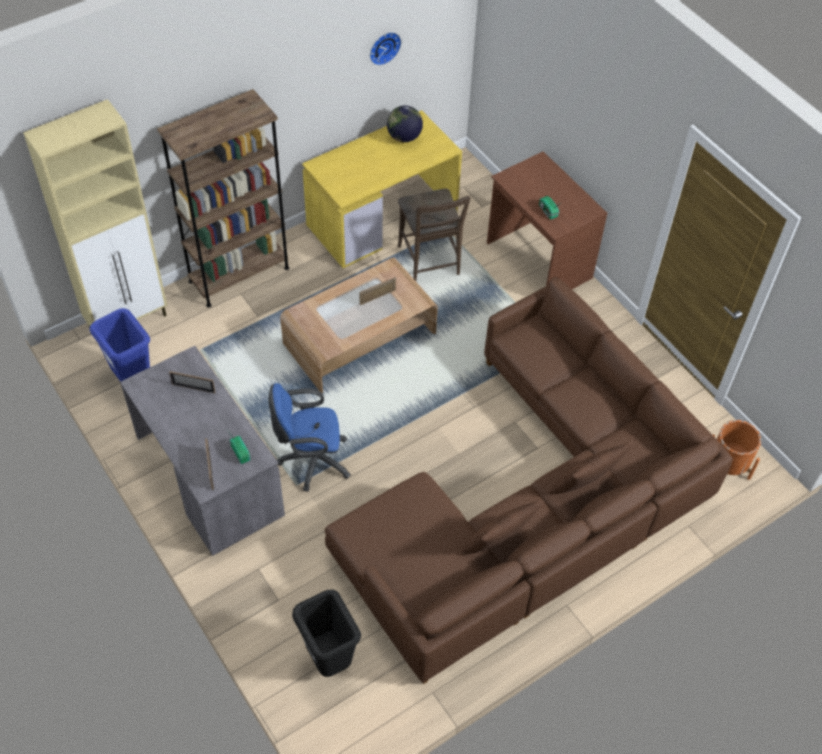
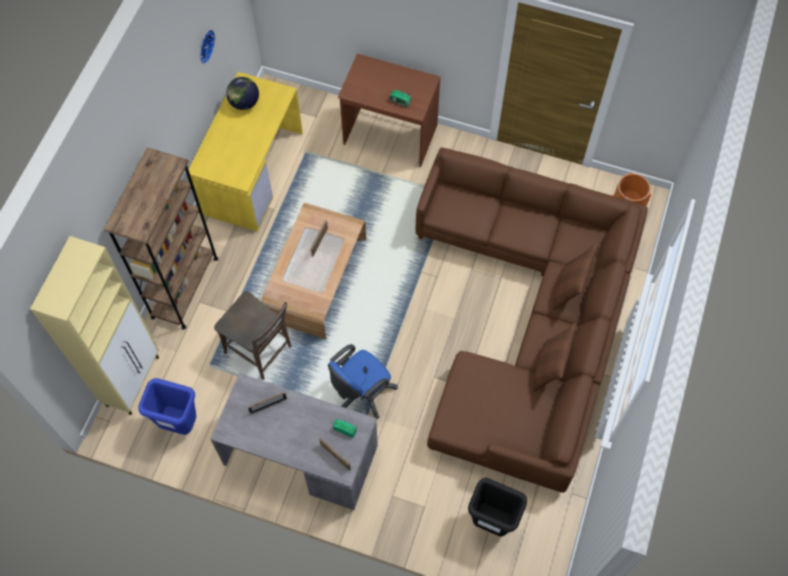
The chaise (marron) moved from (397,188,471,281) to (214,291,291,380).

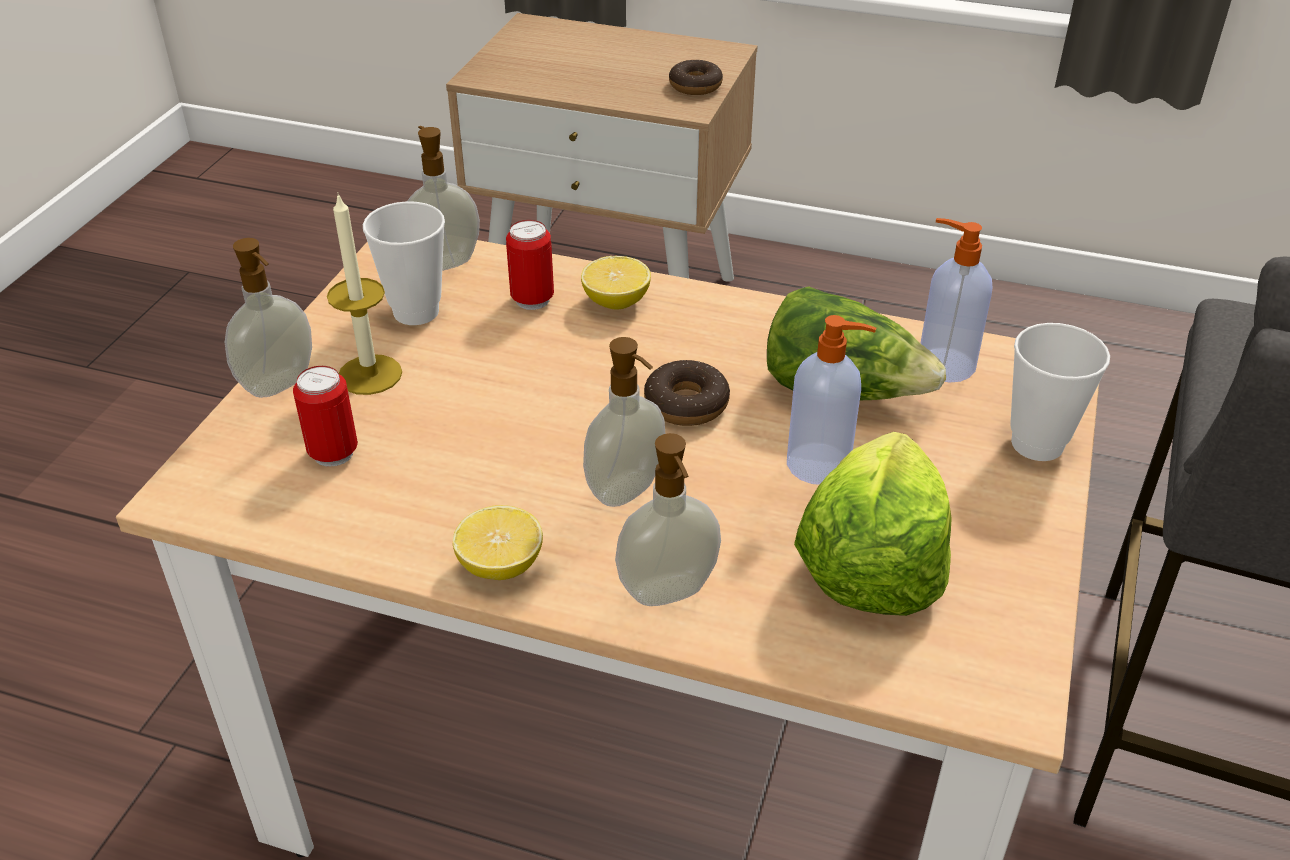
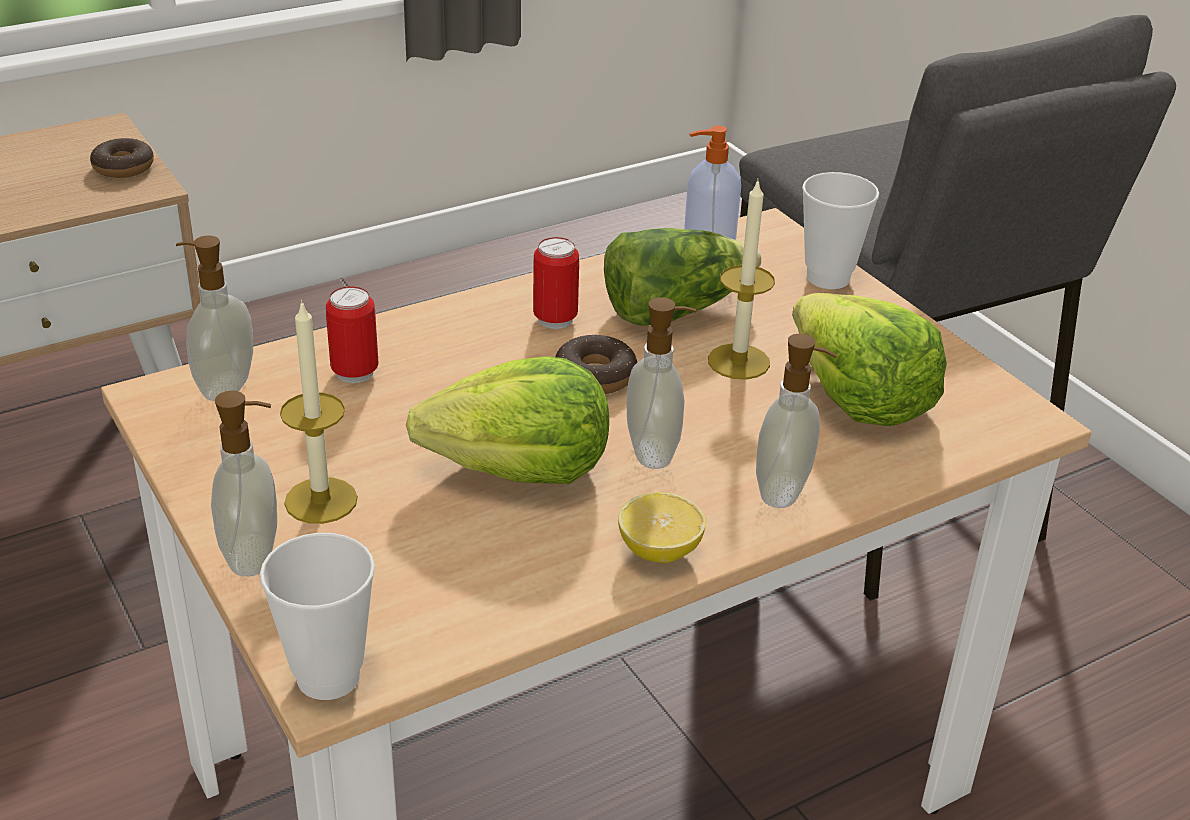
The citron at (581,256,651,310) disappeared. The laitue at (406,356,609,484) appeared. The boîte métallique moved from (293,366,358,467) to (533,237,579,329). The tasse moved from (363,201,445,325) to (260,533,375,700). The distributeur de savon at (787,315,876,485) was replaced by the bougie at (708,178,775,380).

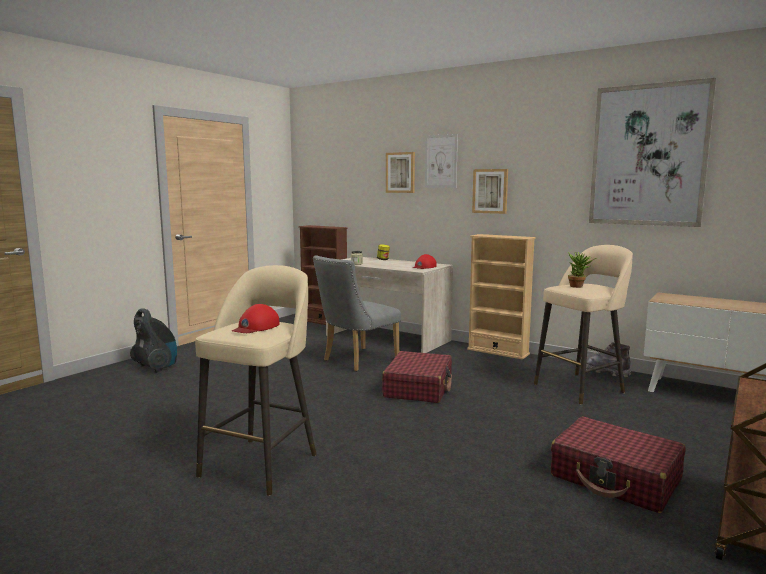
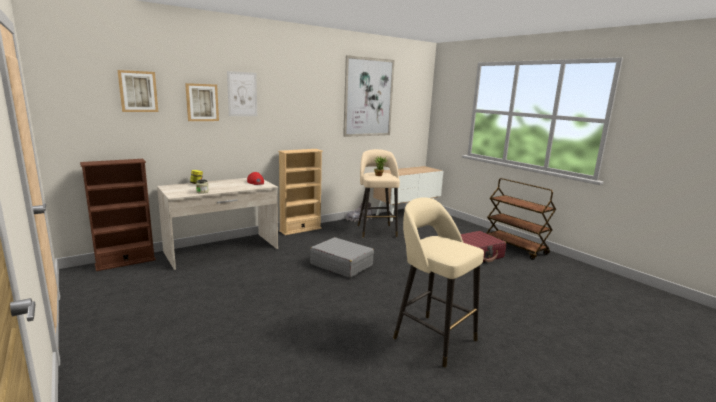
The aspirateur at (130,308,177,373) disappeared. The casquette (rouge) at (232,304,280,333) disappeared. The chaise (gris) at (313,255,401,371) disappeared. The tableau moved from (472,169,508,214) to (118,70,158,112). The valise (rouge) at (382,351,452,403) became the valise (gris) at (310,237,374,278).

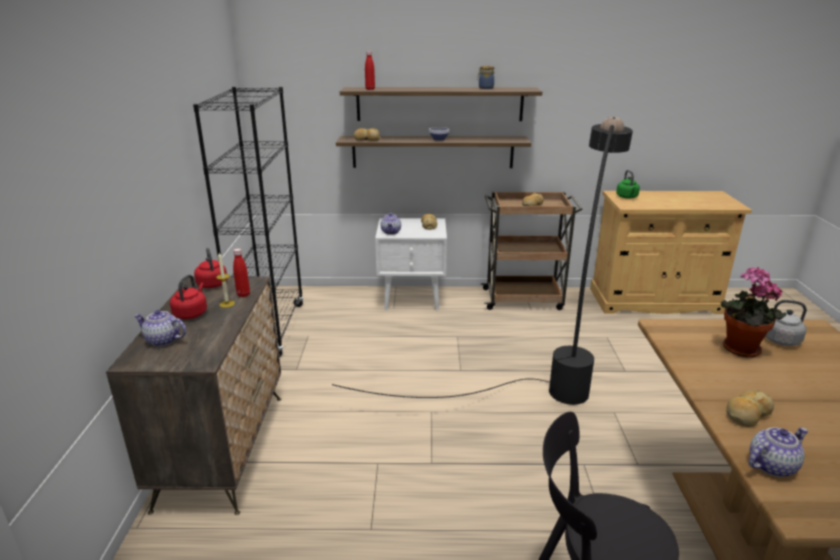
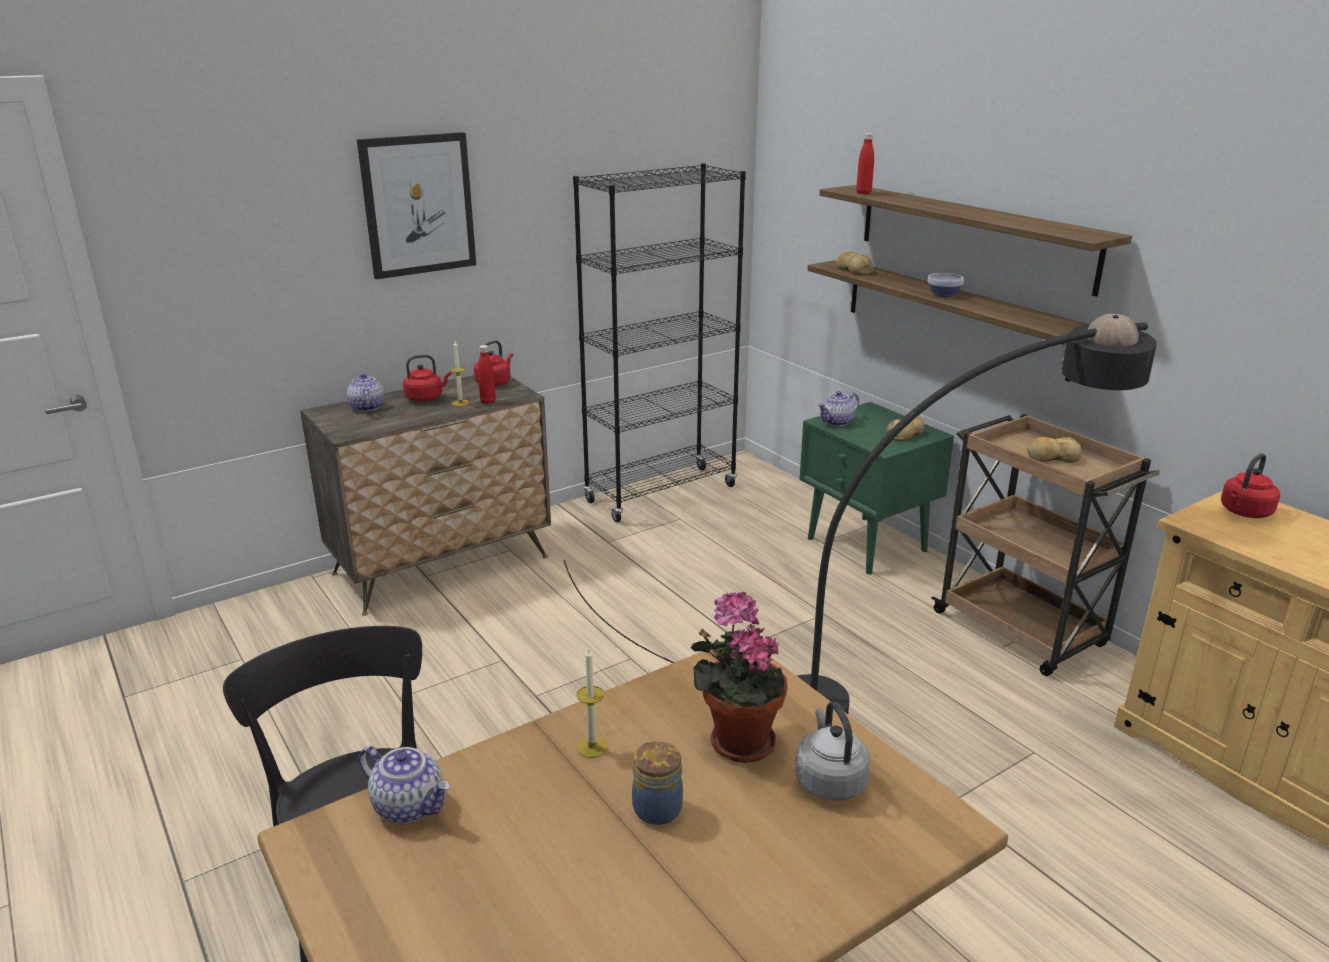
The pain at (726,389,774,427) disappeared. The tableau at (357,132,476,279) appeared. The bougie at (576,647,608,758) appeared. The bocal moved from (477,66,494,89) to (632,742,683,825). The table de chevet (blanc) at (375,218,447,311) became the table de chevet (vert) at (800,402,954,575). The bouilloire (vert) at (616,170,640,199) became the bouilloire (rouge) at (1221,453,1280,518).

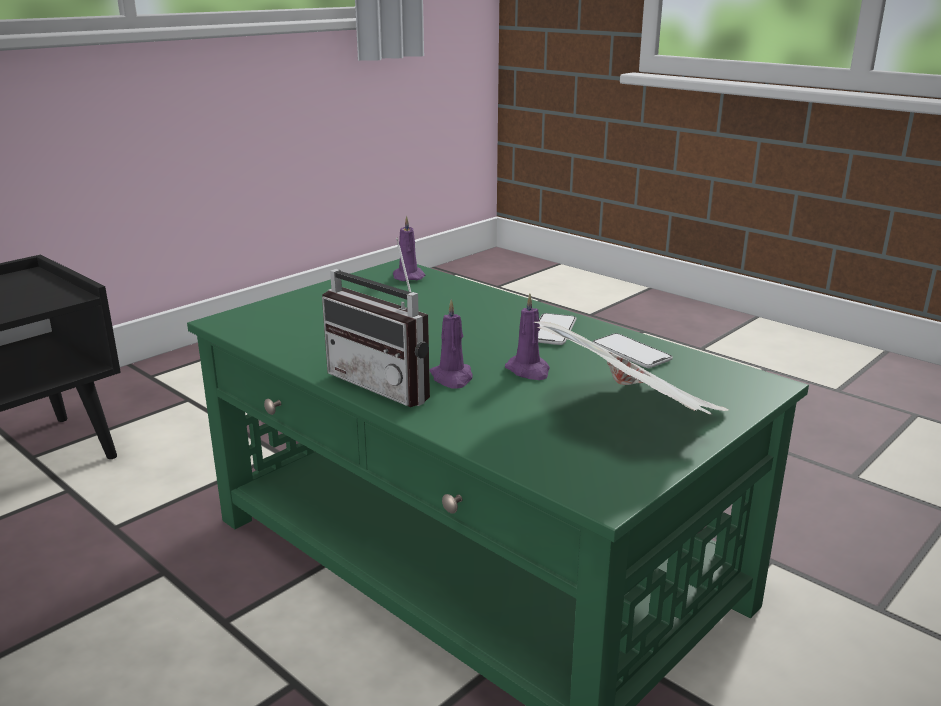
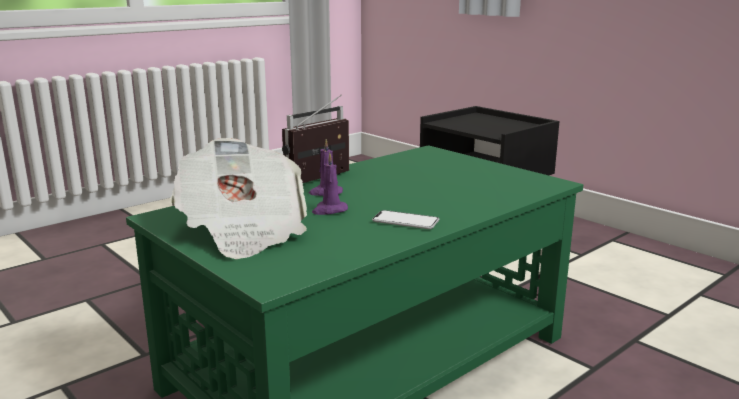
The bougie (violet) at (393,216,425,281) disappeared. The téléphone at (592,333,673,368) disappeared.

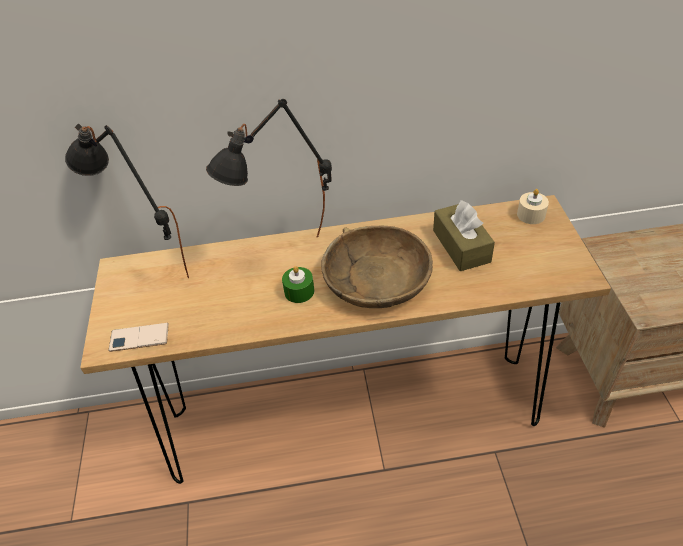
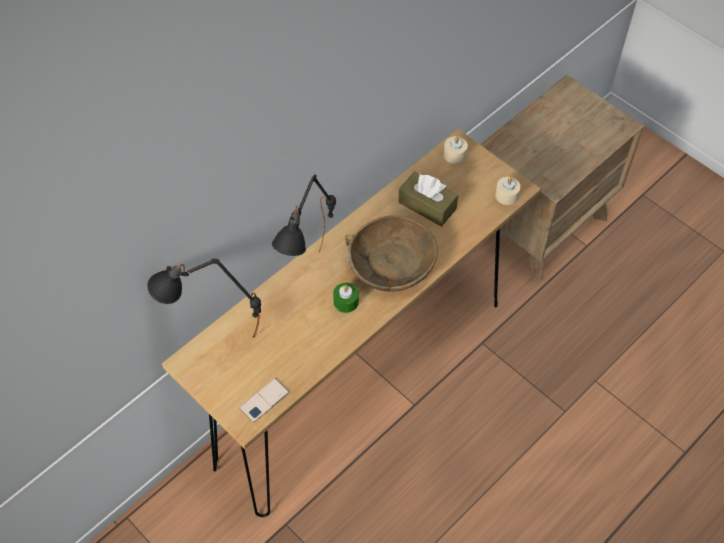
The bougie (beige) at (495,177,521,205) appeared.

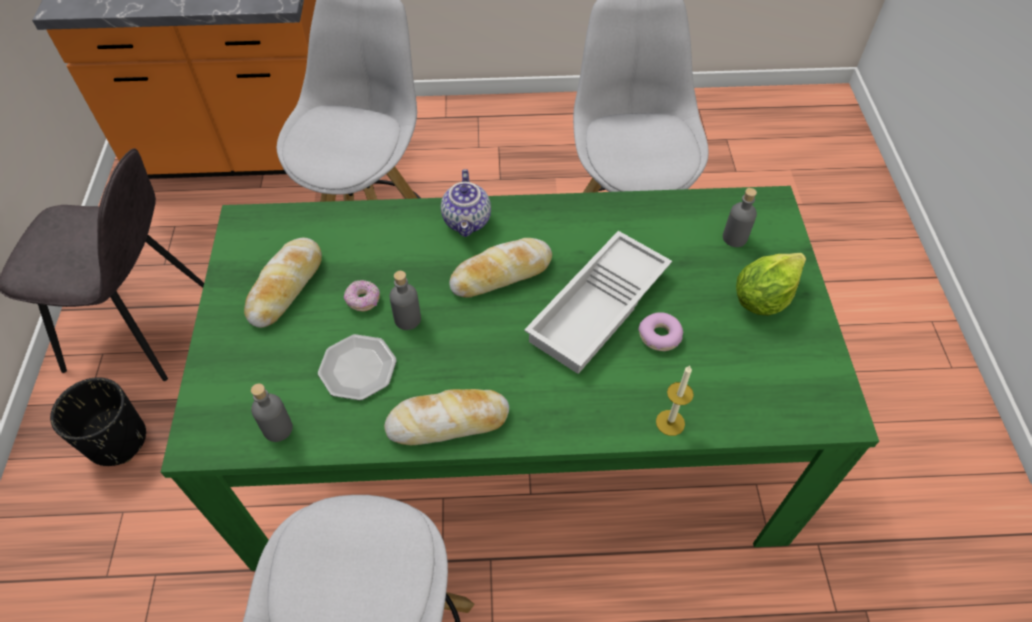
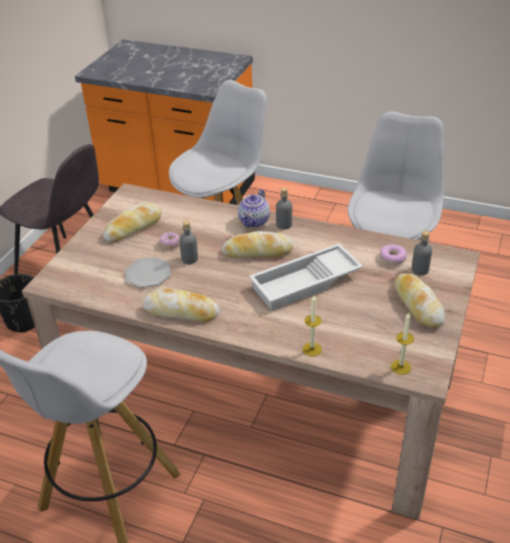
The bougie at (391,313,414,375) appeared. The bouteille (gris) moved from (251,384,293,442) to (276,187,292,230). The beignet moved from (638,312,683,351) to (380,245,407,265). The laitue at (736,253,806,316) was replaced by the pain at (394,273,445,328). The table à manger (vert) at (161,186,879,571) became the table à manger (beige) at (22,183,480,520).

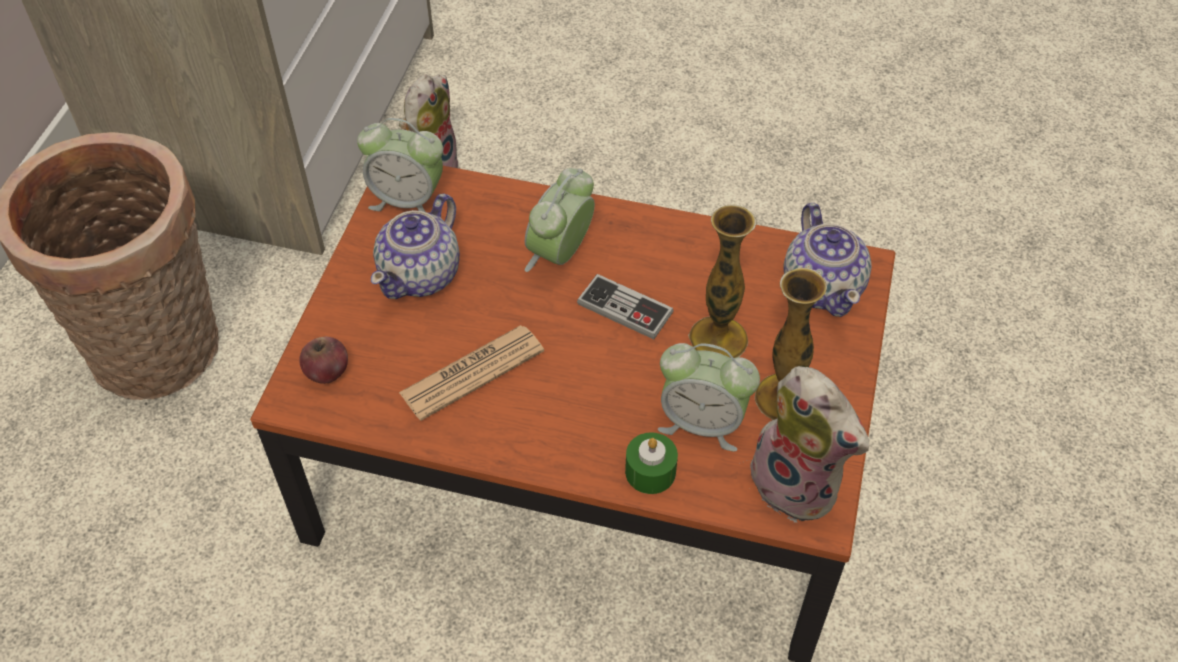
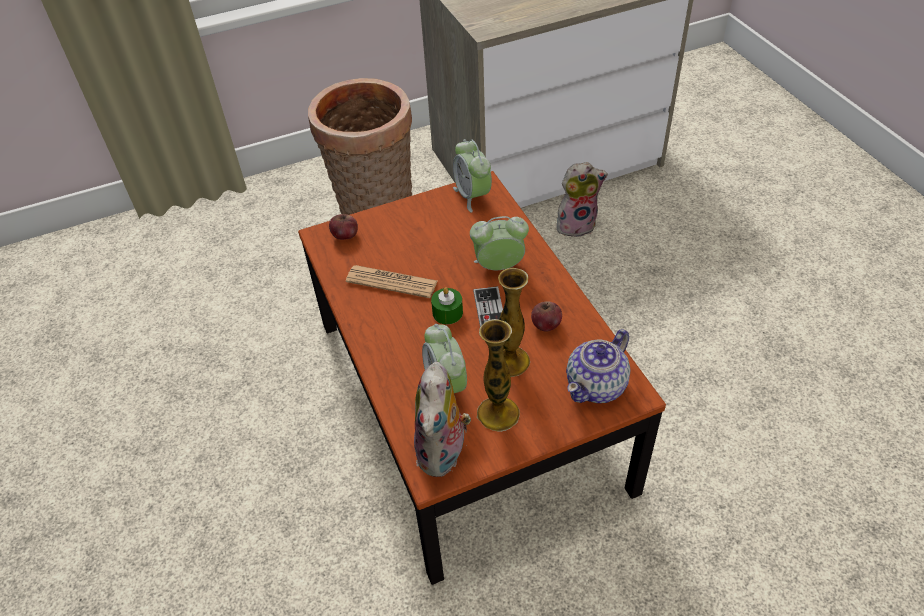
The théière at (371,193,460,299) disappeared. The pomme at (531,301,562,331) appeared. The bougie (vert) moved from (625,432,678,494) to (431,287,463,324).

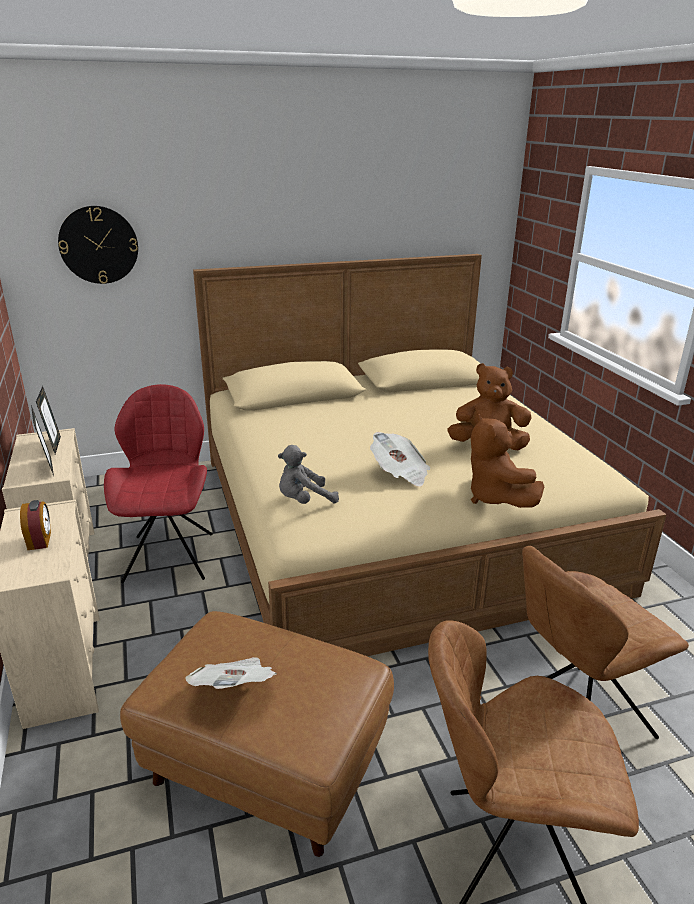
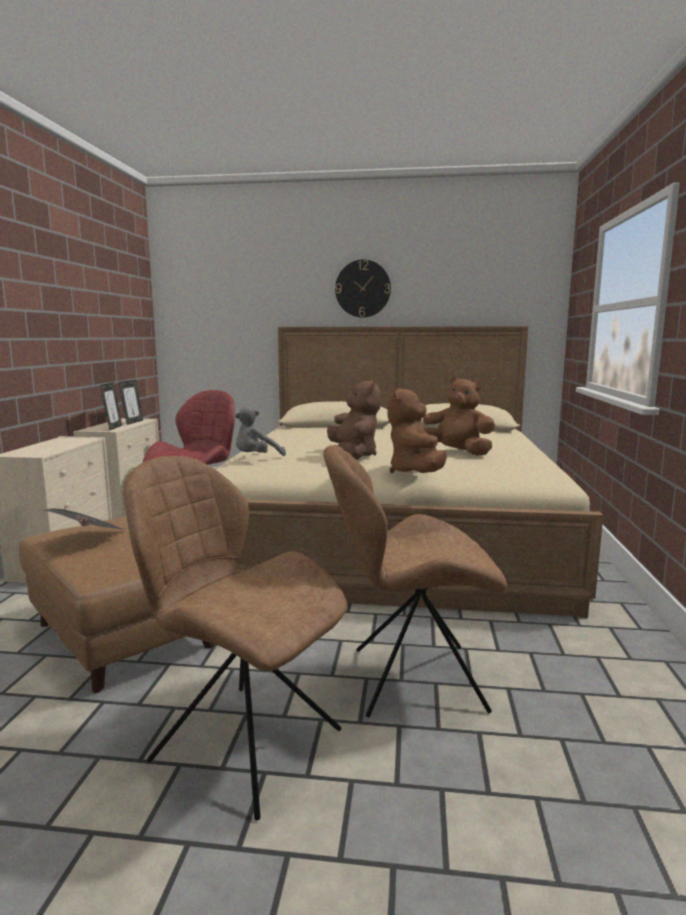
The réveil at (20,500,51,550) disappeared. The horloge murale moved from (58,206,138,284) to (335,260,391,318). The journal at (370,432,430,487) was replaced by the peluche (marron) at (327,379,381,460). The peluche (gris) at (278,445,339,504) turned 45 degrees counterclockwise.

